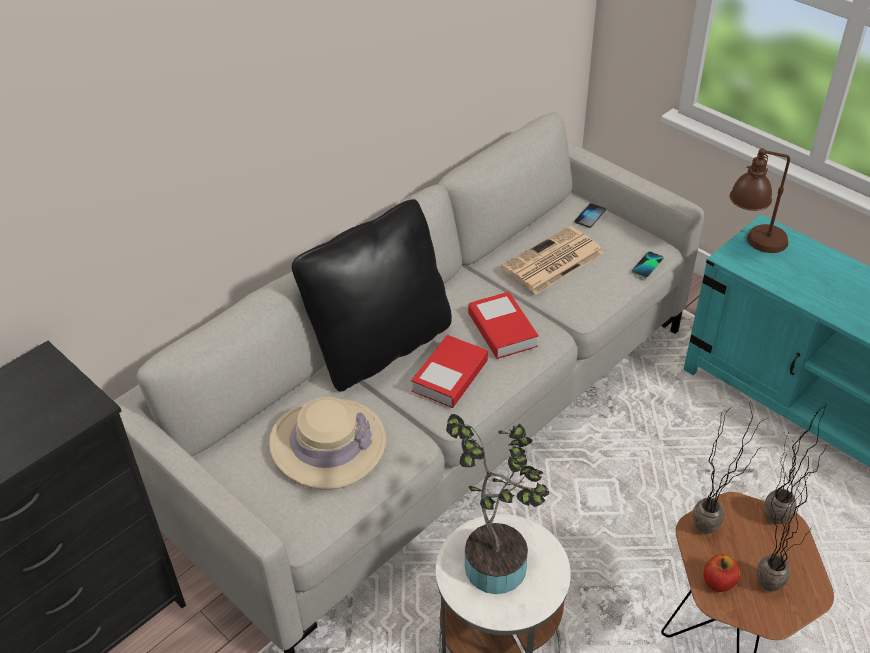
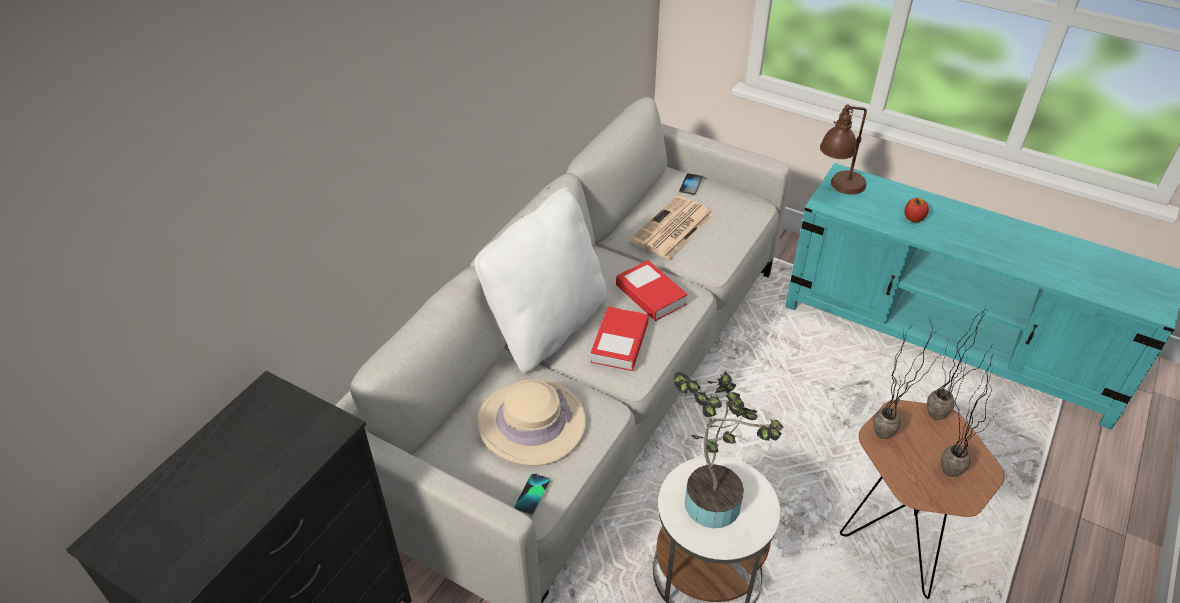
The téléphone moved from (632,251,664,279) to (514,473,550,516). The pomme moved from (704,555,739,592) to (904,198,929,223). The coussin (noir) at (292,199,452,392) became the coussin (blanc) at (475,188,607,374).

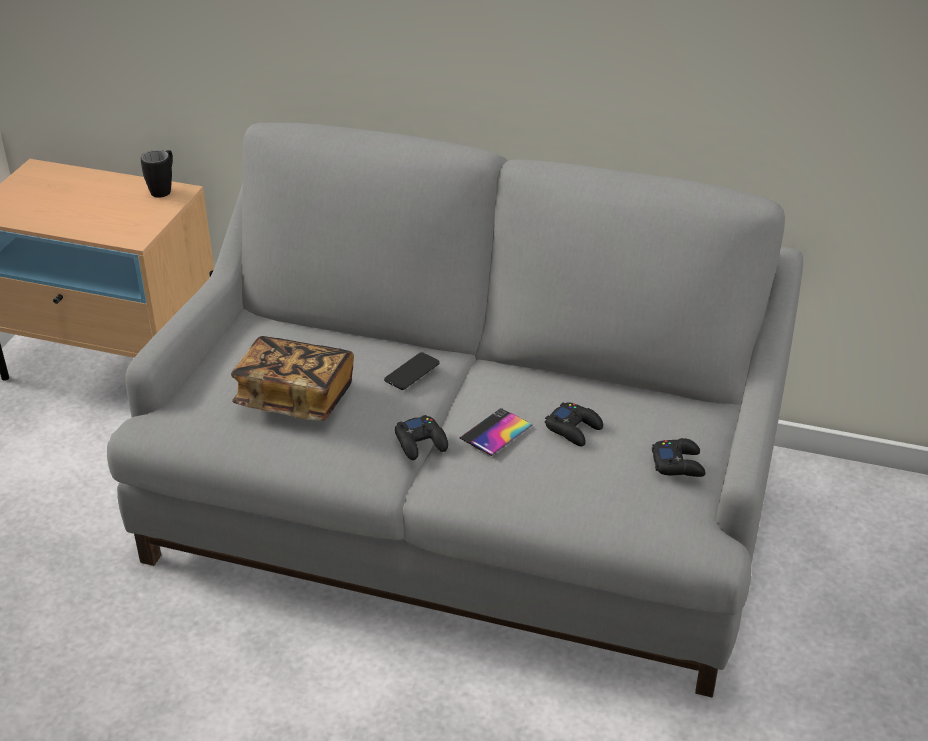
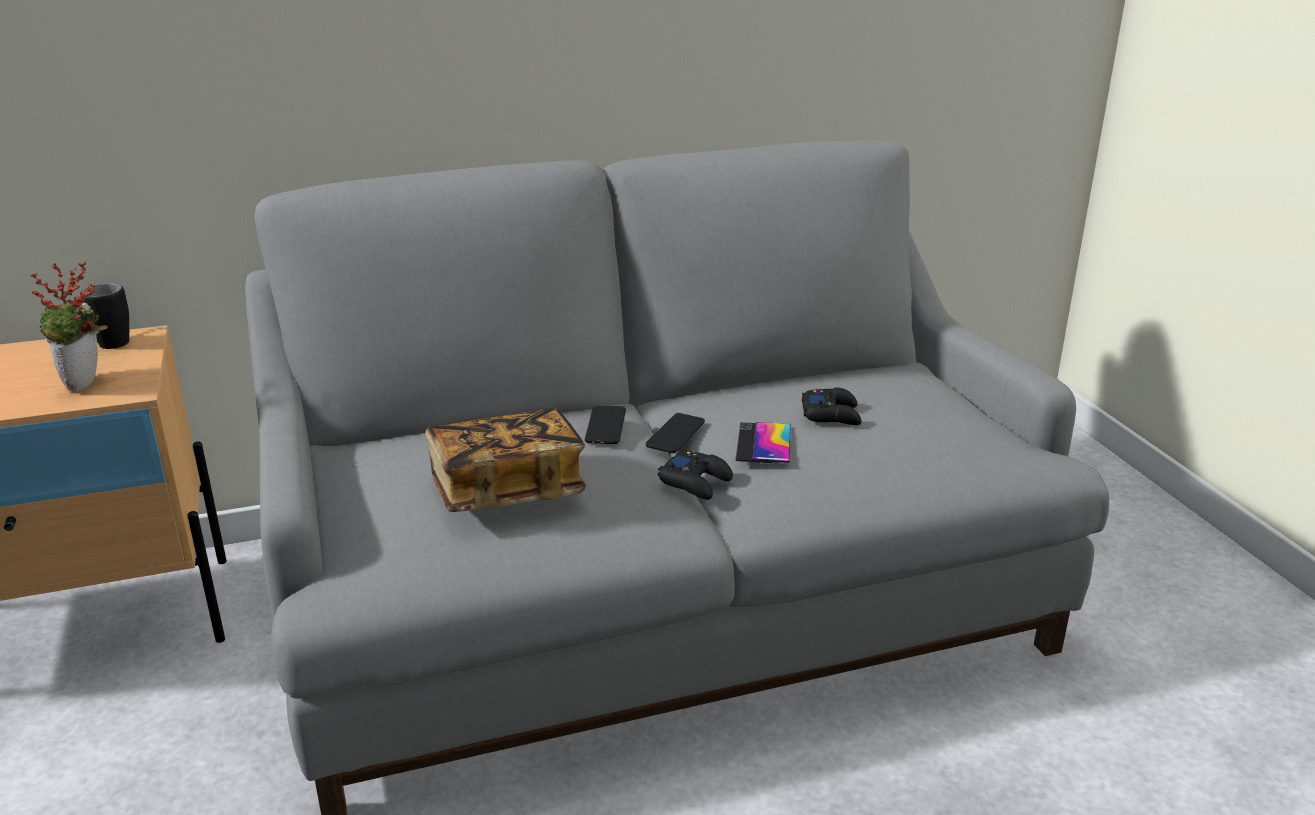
The manette (noir) at (652,438,705,477) disappeared. The plante en pot at (30,260,108,392) appeared. The téléphone at (646,413,705,453) appeared.

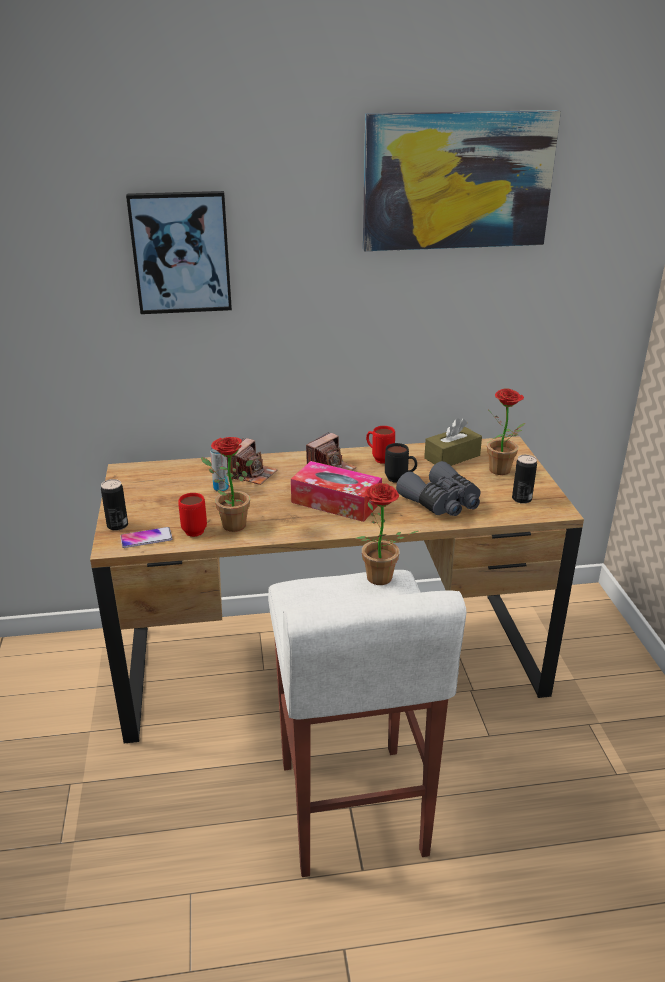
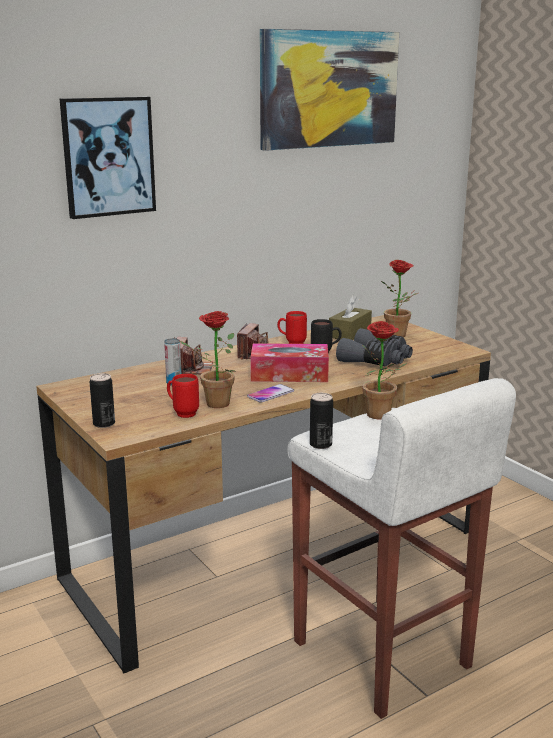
The téléphone moved from (120,527,172,548) to (247,384,294,403). The boîte métallique moved from (512,455,537,504) to (310,393,333,449).

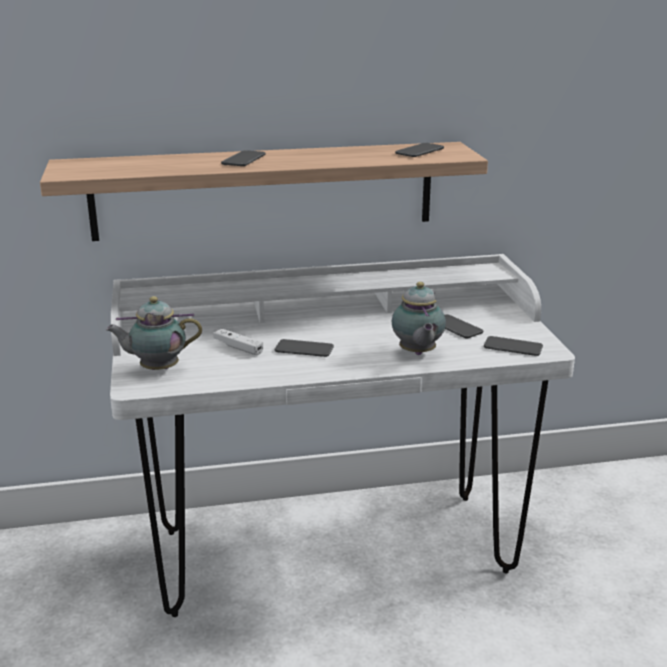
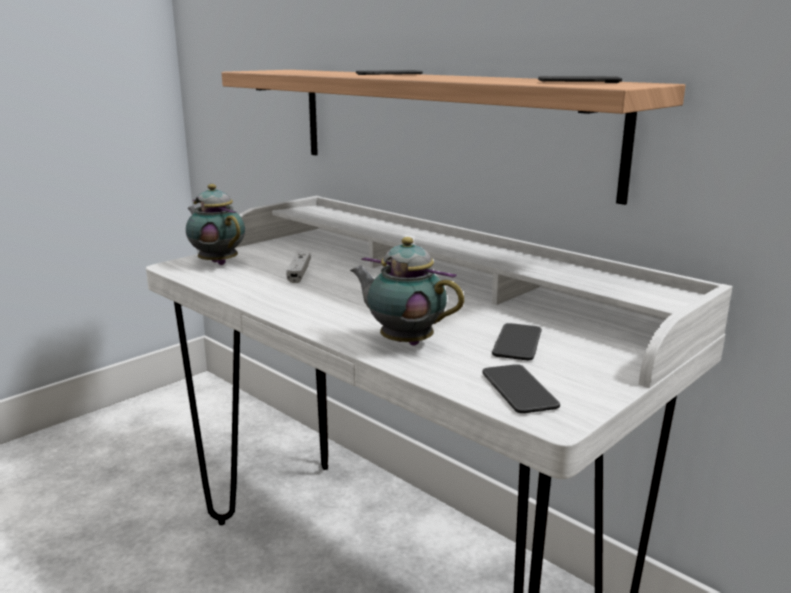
The téléphone at (275,339,334,357) disappeared. The théière at (392,282,446,355) turned 75 degrees clockwise.

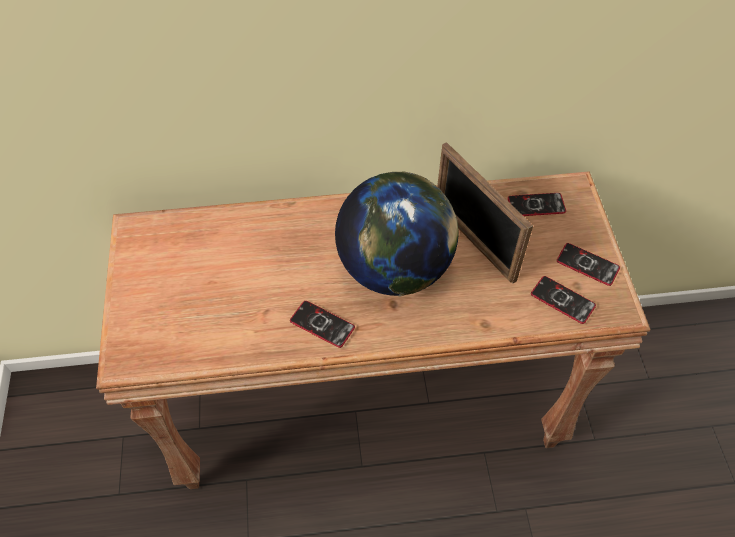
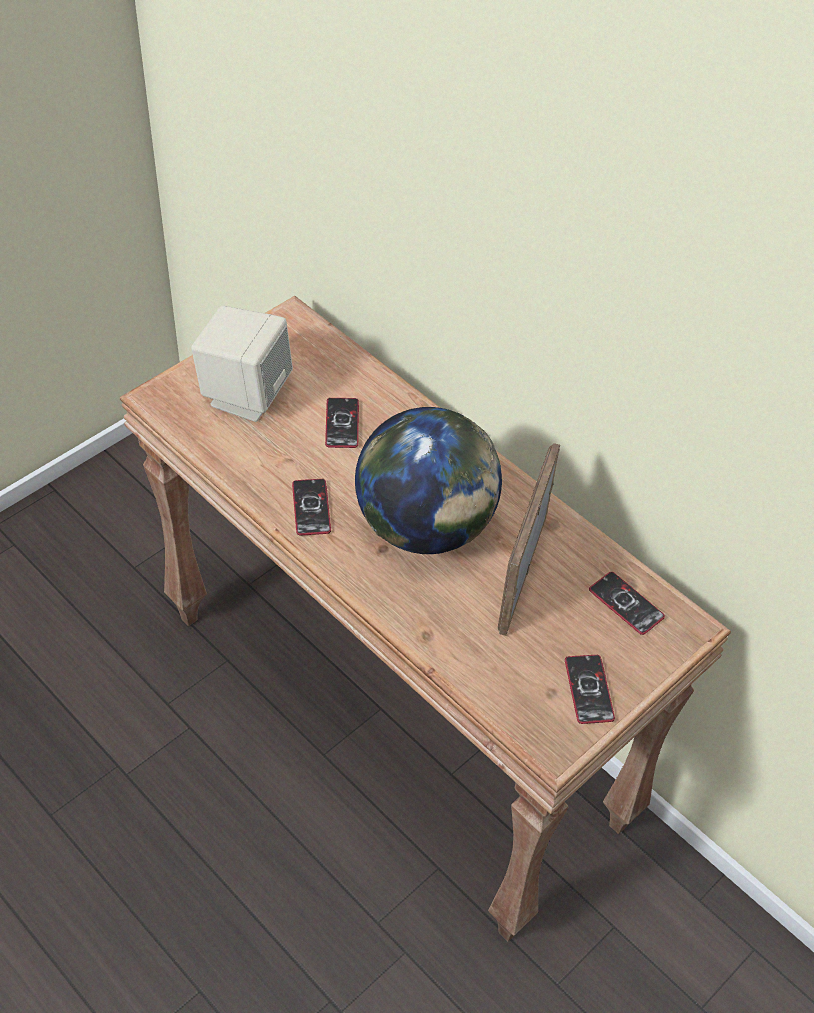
The enceinte (beige) at (191,306,293,422) appeared. The téléphone moved from (531,276,596,324) to (325,398,359,448).

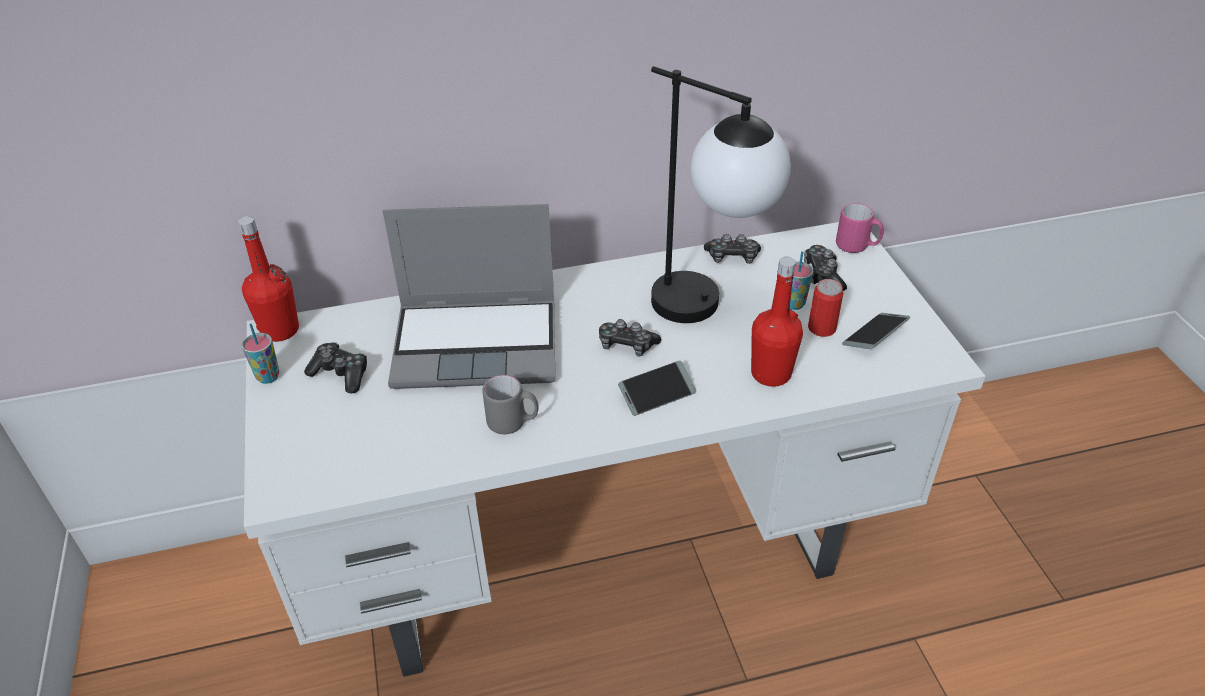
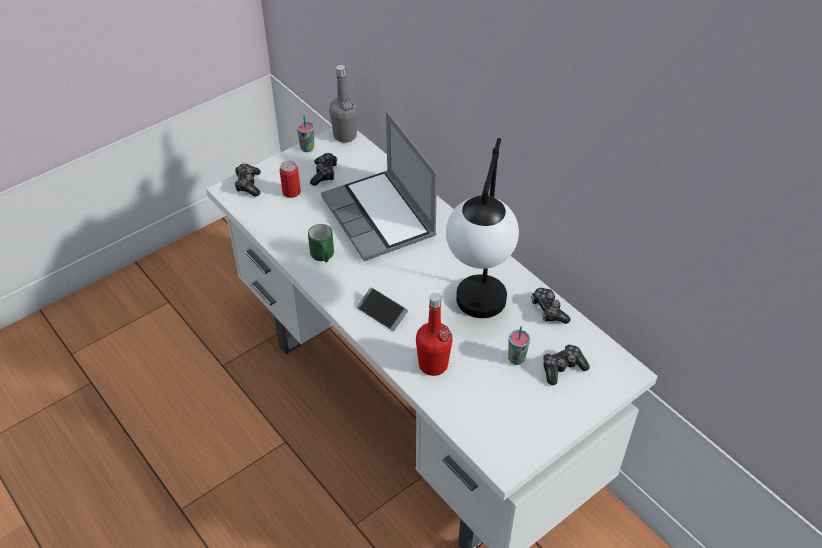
The mug (rose) at (836,203,884,253) disappeared. The téléphone at (842,313,910,349) disappeared. The manette moved from (599,319,661,356) to (234,164,261,197). The boîte métallique moved from (808,279,843,337) to (280,161,301,198). The bouteille (rouge) at (238,216,299,342) became the bouteille (gris) at (329,65,358,143). The mug (gris) at (482,375,539,434) became the mug (vert) at (308,224,334,262).

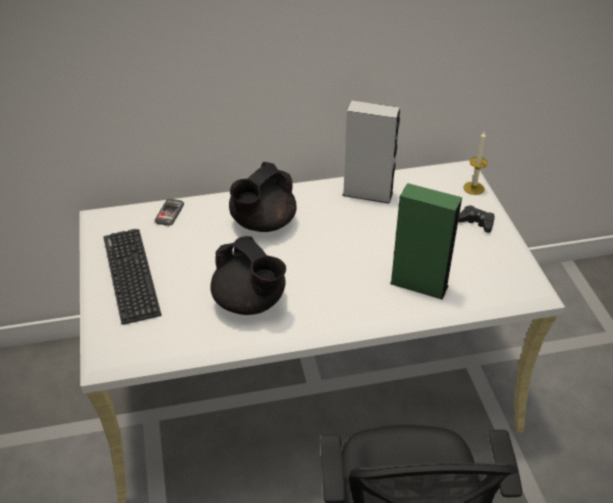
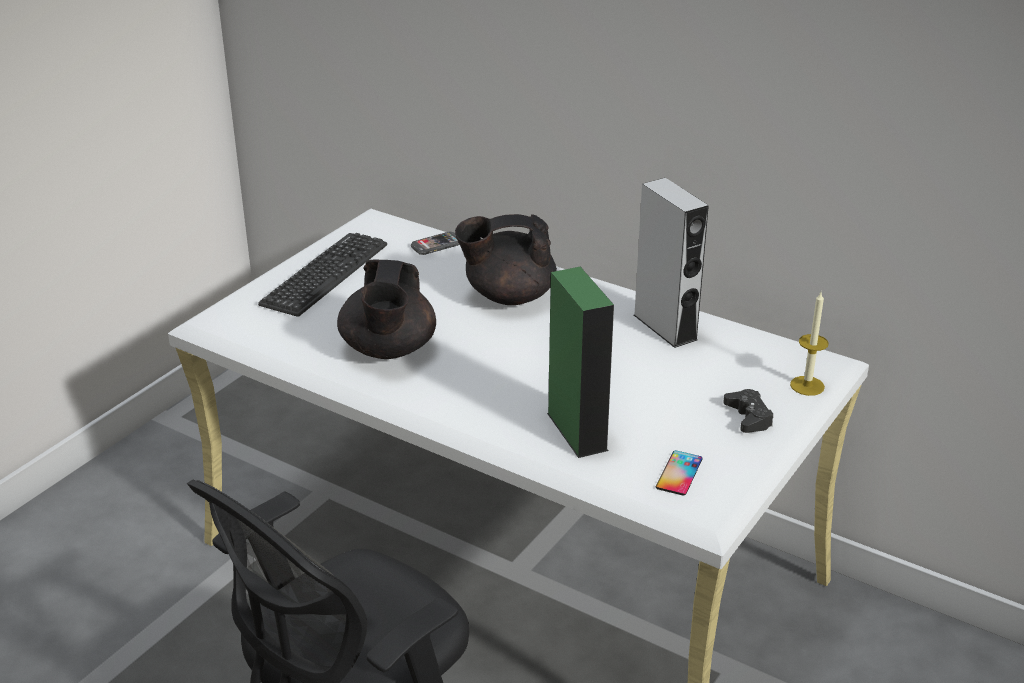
The téléphone at (656,450,702,496) appeared.

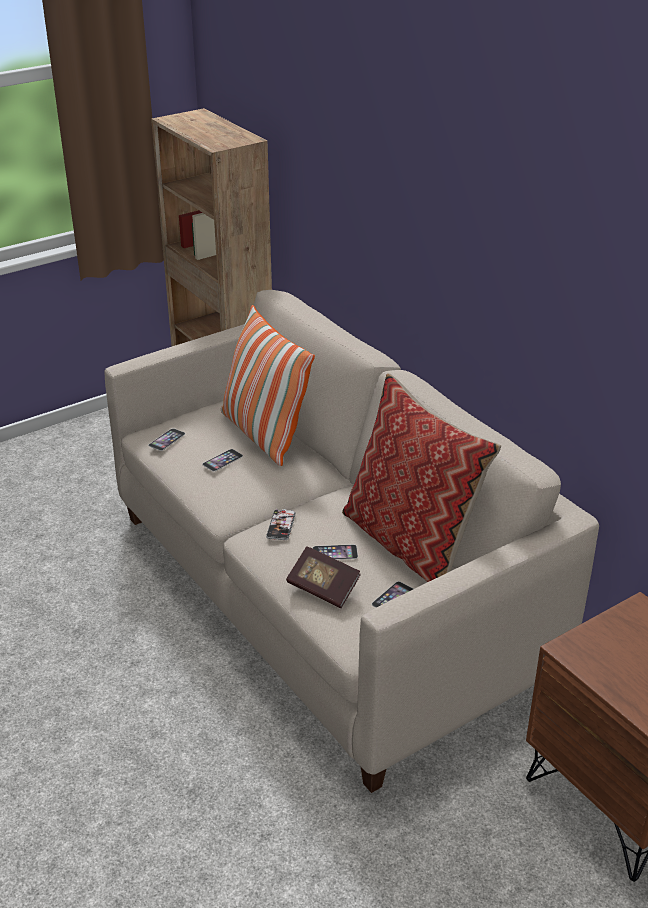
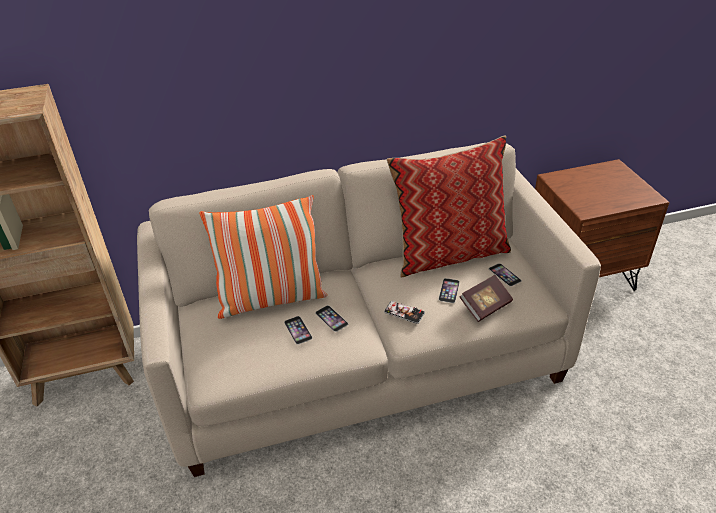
The téléphone moved from (148,428,185,451) to (315,305,348,332).

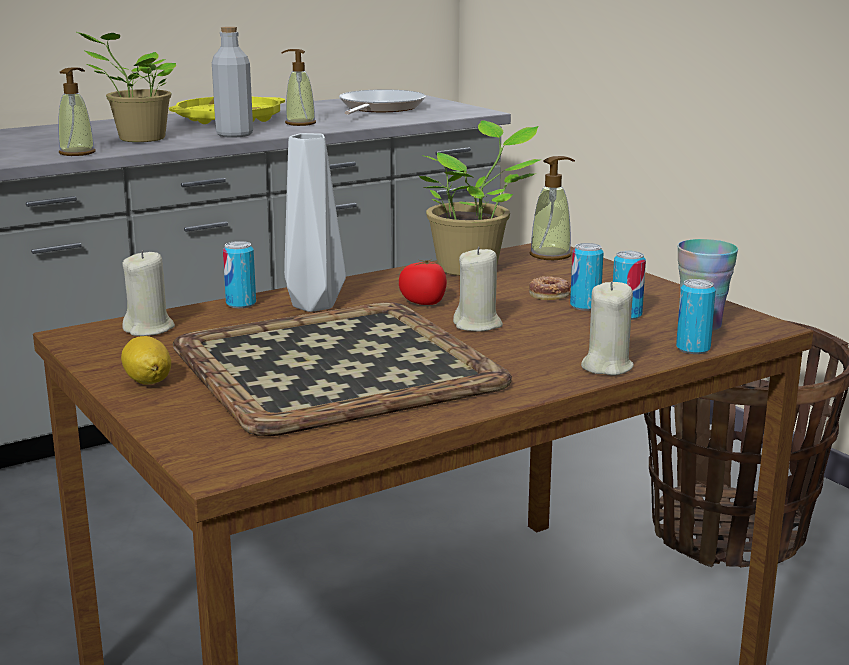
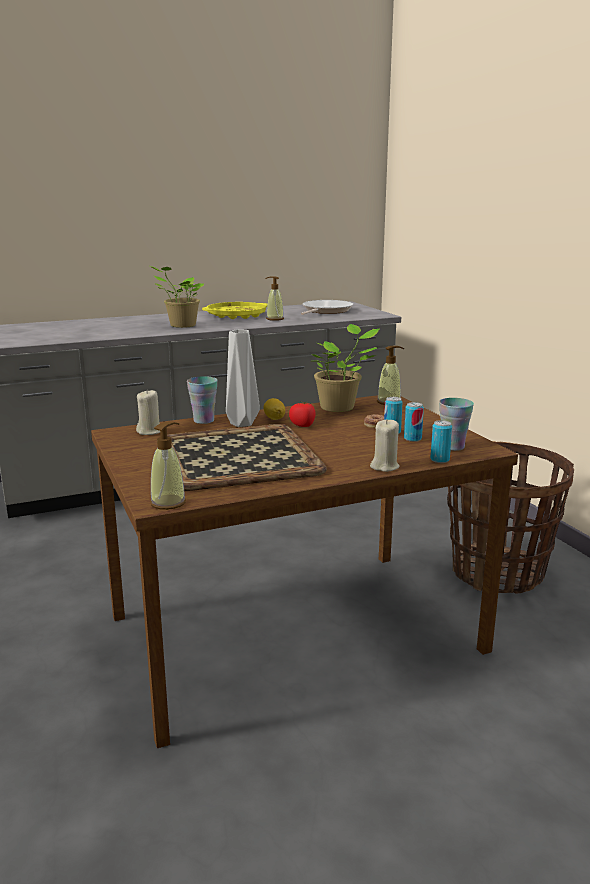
The bouteille (gris) at (212,26,253,138) disappeared. The bougie (beige) at (453,247,503,332) disappeared. The distributeur de savon moved from (58,67,96,156) to (150,421,186,510). The citron moved from (121,336,171,385) to (264,398,285,420). The boîte métallique at (223,241,256,308) was replaced by the tasse at (187,376,217,424).

